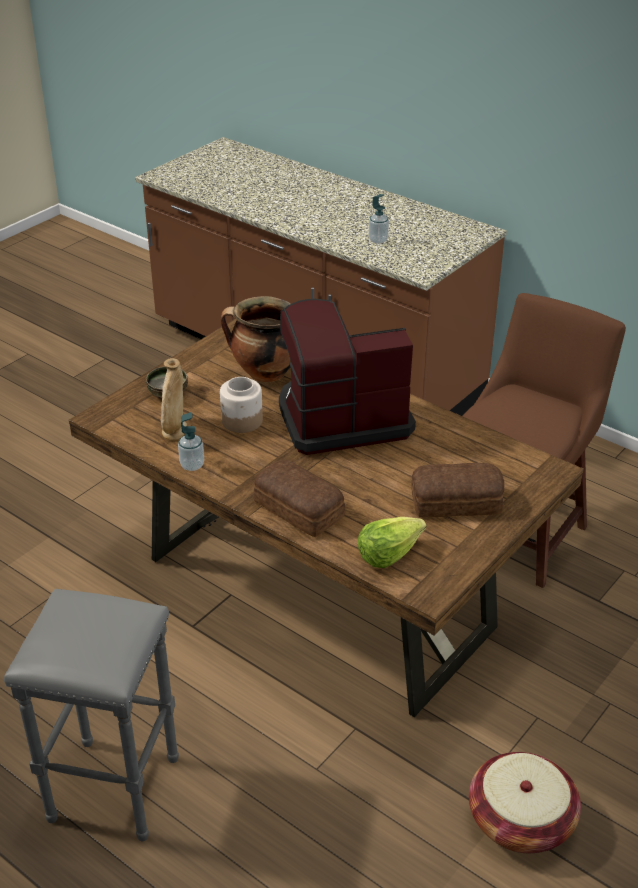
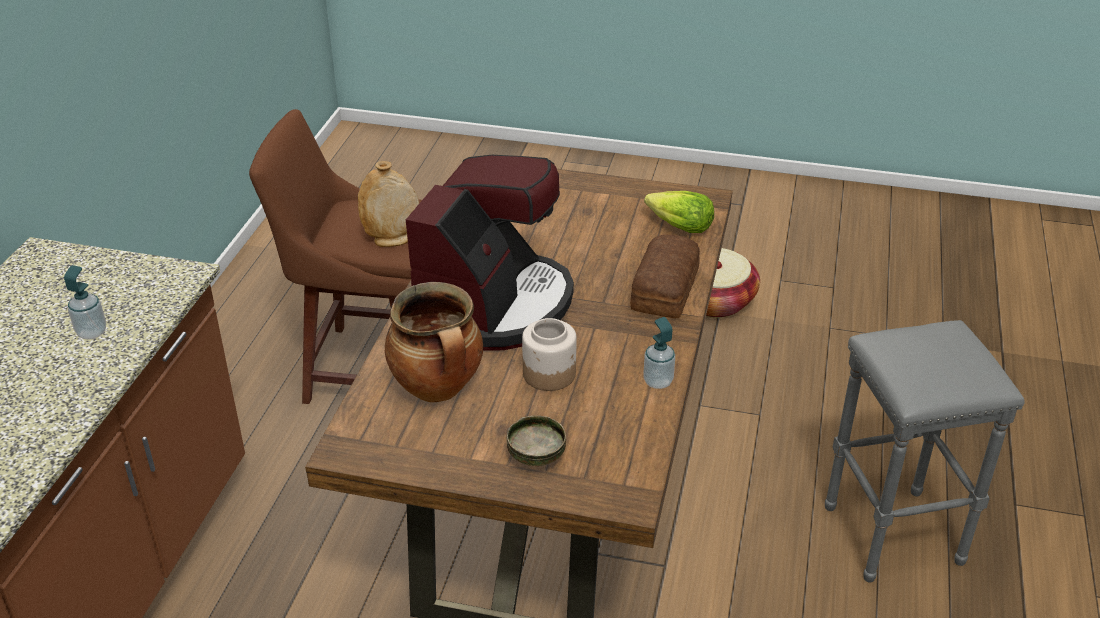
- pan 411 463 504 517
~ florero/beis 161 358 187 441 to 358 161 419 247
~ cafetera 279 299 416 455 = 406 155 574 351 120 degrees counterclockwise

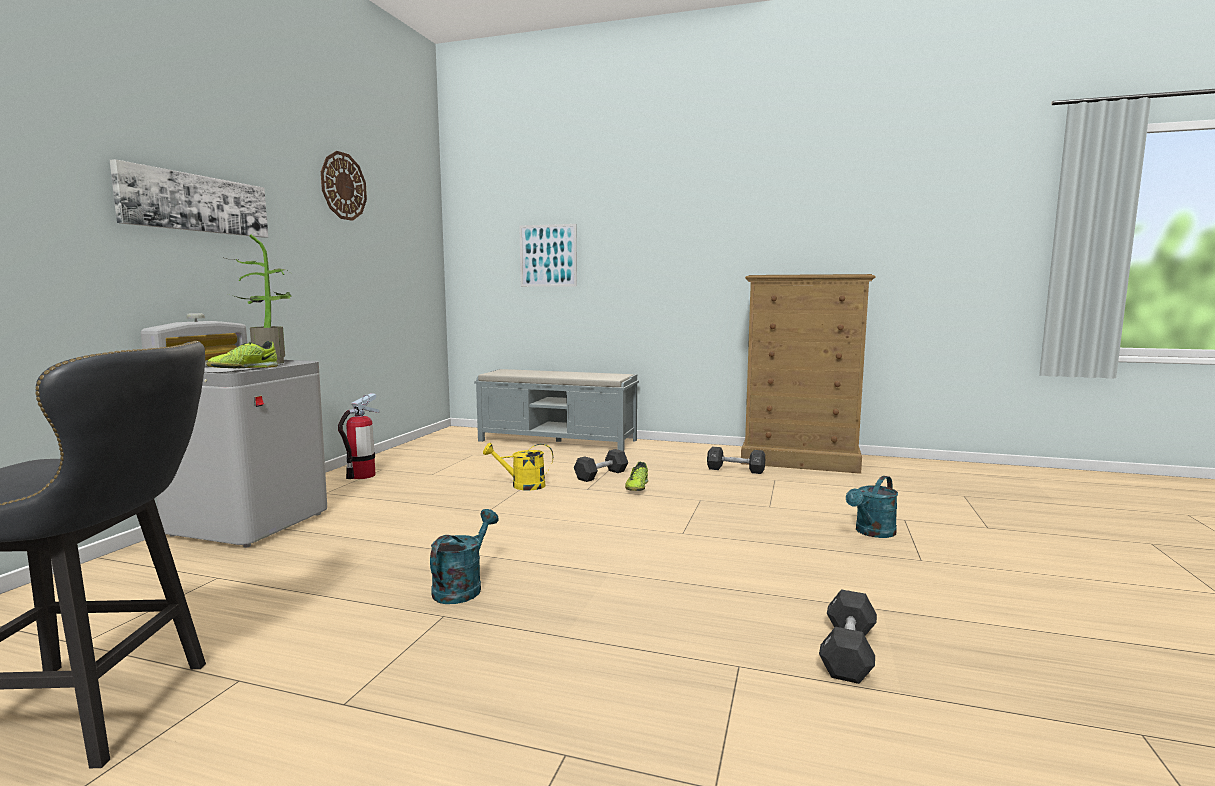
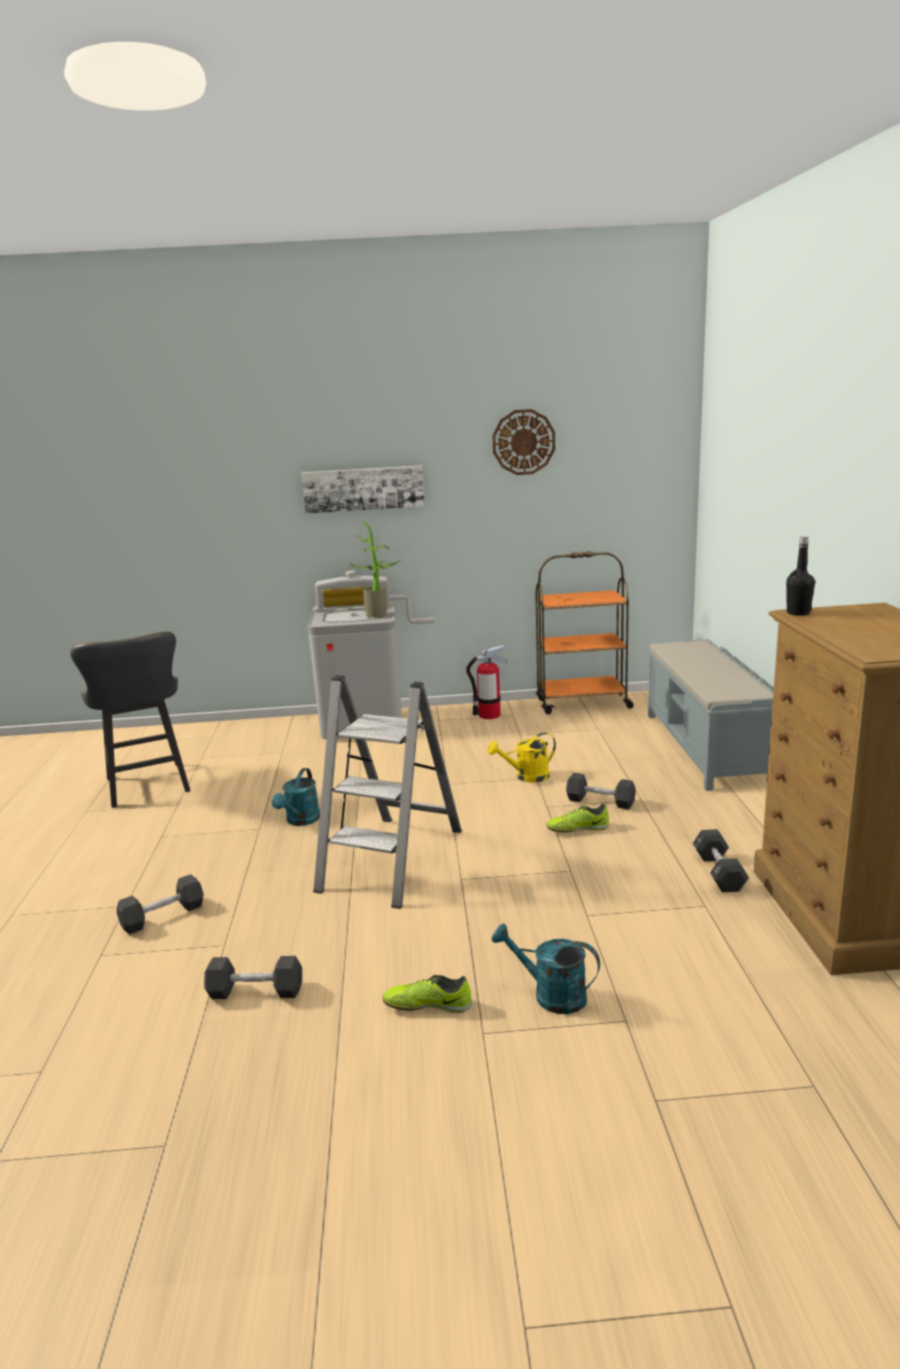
- cuadro 519 224 577 287
+ mancuerna/negro 117 874 204 934
+ escalera de tijera/gris 313 675 462 909
+ carrito/naranja 536 551 633 714
+ botella/negro 786 536 815 616
~ zapato 206 341 278 368 to 383 975 472 1013
~ regadera/turquesa 430 509 499 604 = 271 768 320 826 105 degrees clockwise
~ regadera/amarillo 483 443 553 491 = 488 732 556 783 90 degrees counterclockwise

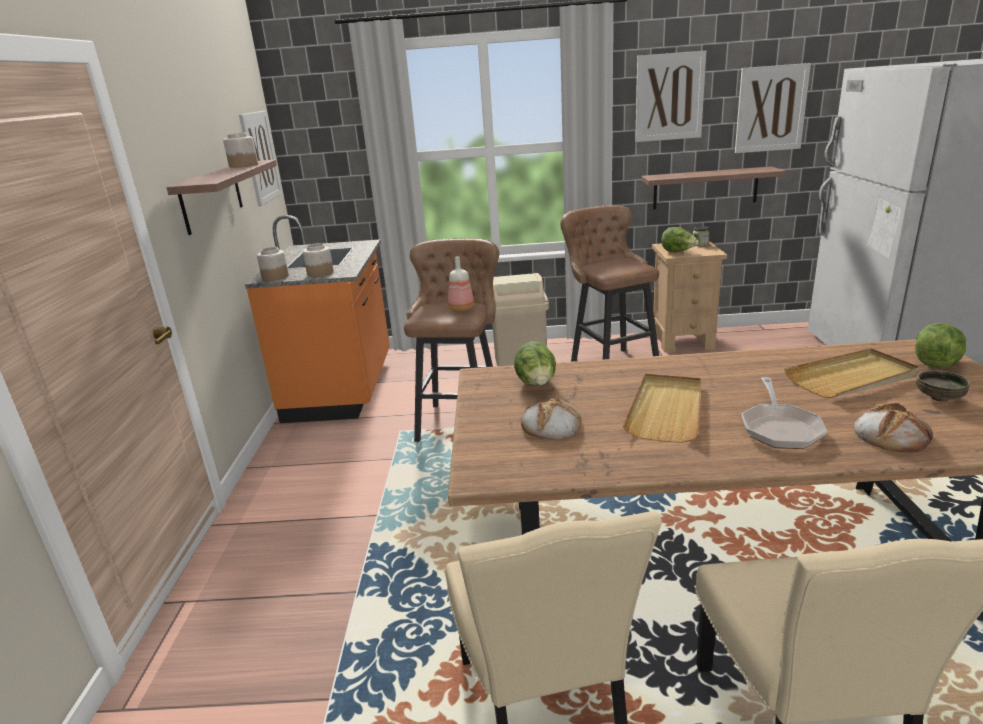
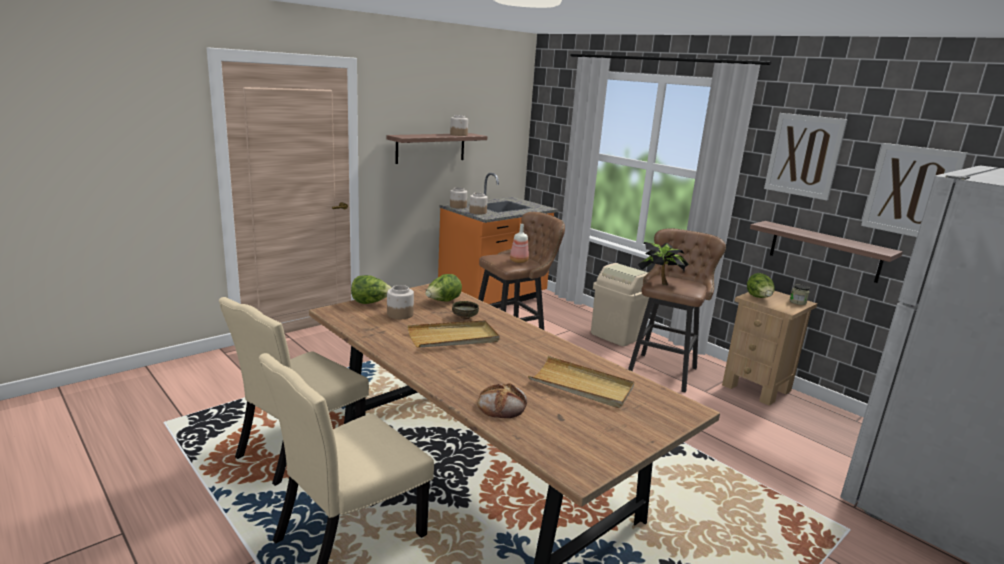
- cuadro 239 111 282 206
- sartén 741 377 827 449
+ planta en maceta 637 242 689 285
~ lechuga 915 323 966 368 to 351 275 392 304
~ cuenco 916 370 970 402 to 452 301 479 320
~ pan 521 398 582 440 to tarro 387 285 414 319

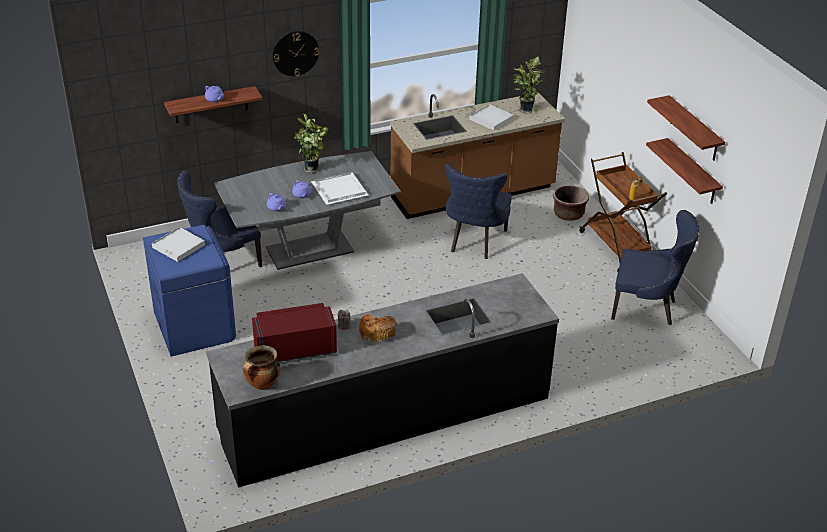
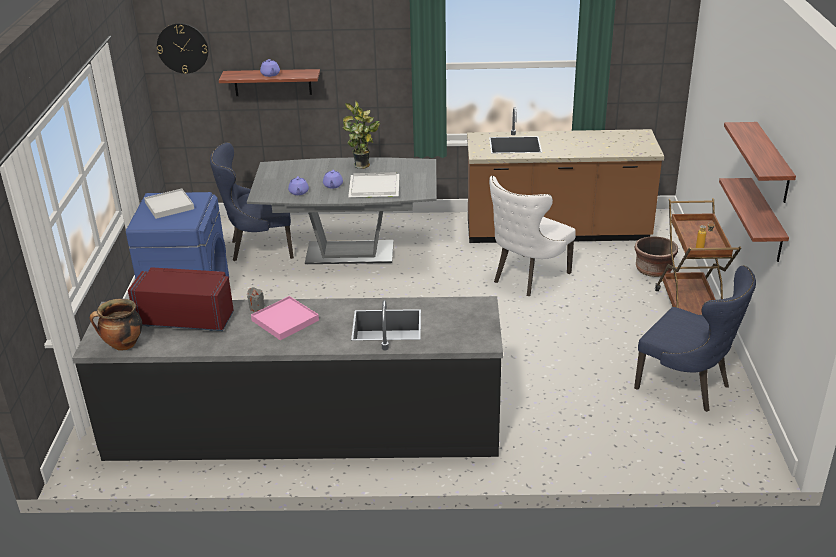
- bandeja/blanco 469 104 514 131
- planta en maceta 513 57 545 113
~ reloj de pared 273 31 319 76 to 157 23 209 74
~ pan 359 315 396 342 to bandeja/rosa 251 296 319 340
~ silla/azul 445 163 511 259 to silla/blanco 489 176 576 296

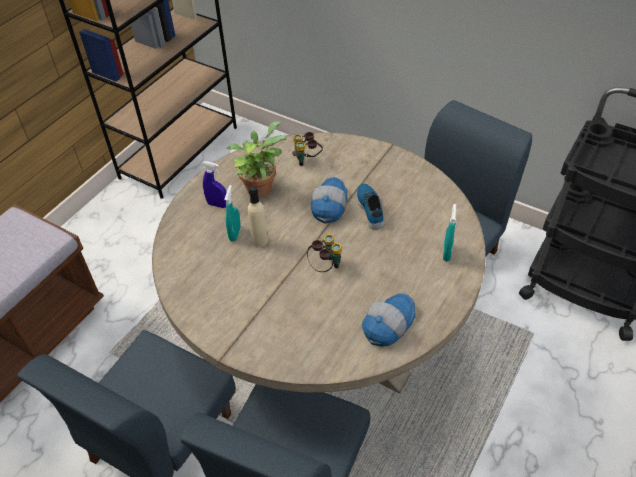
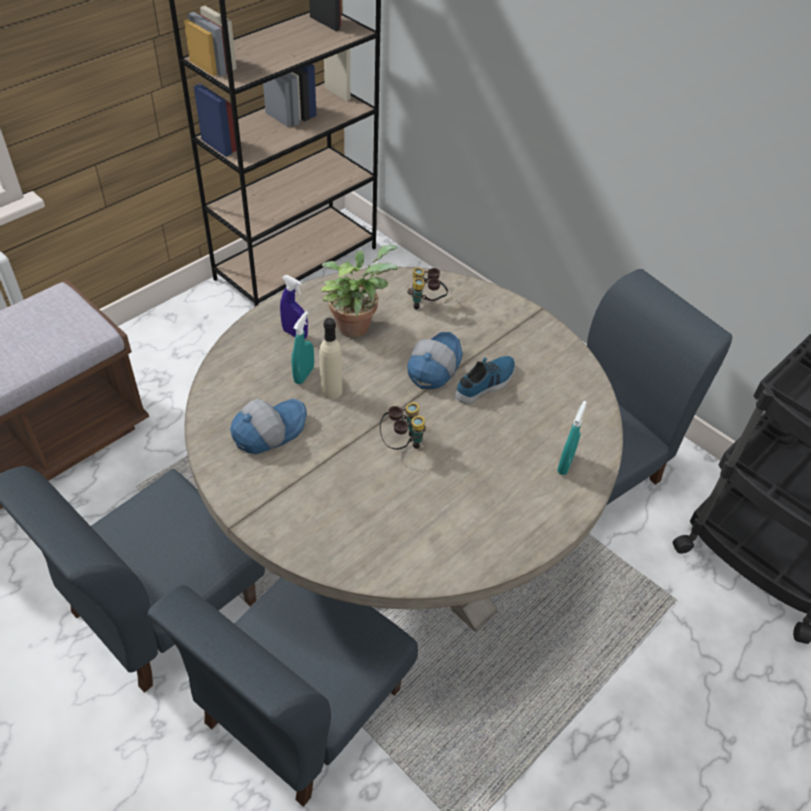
~ gorra 362 293 416 347 to 230 399 307 454
~ zapato 356 183 384 229 = 455 356 515 404 45 degrees clockwise

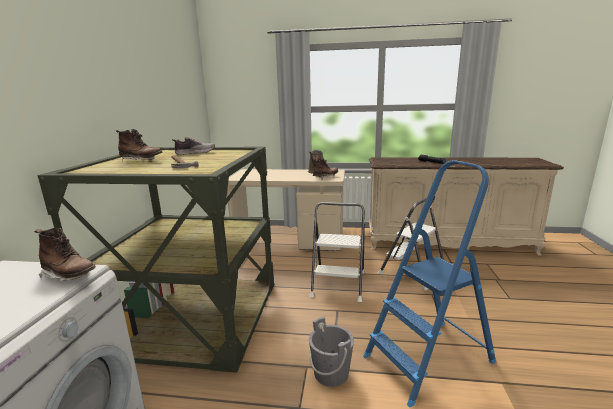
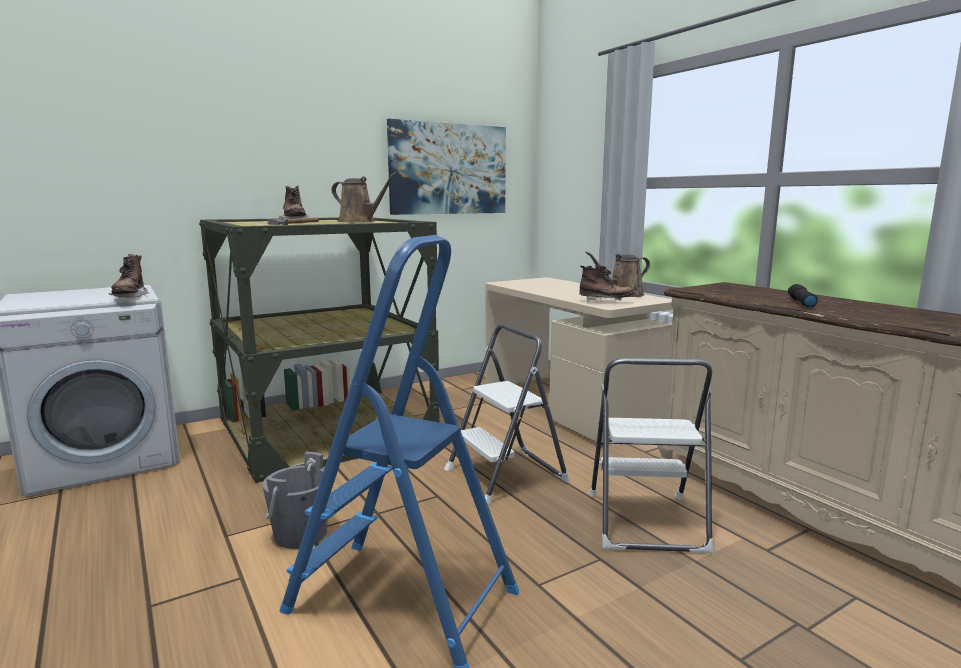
+ cuadro 387 119 506 215
~ zapato 172 137 215 155 to regadera/marrón 332 172 397 223

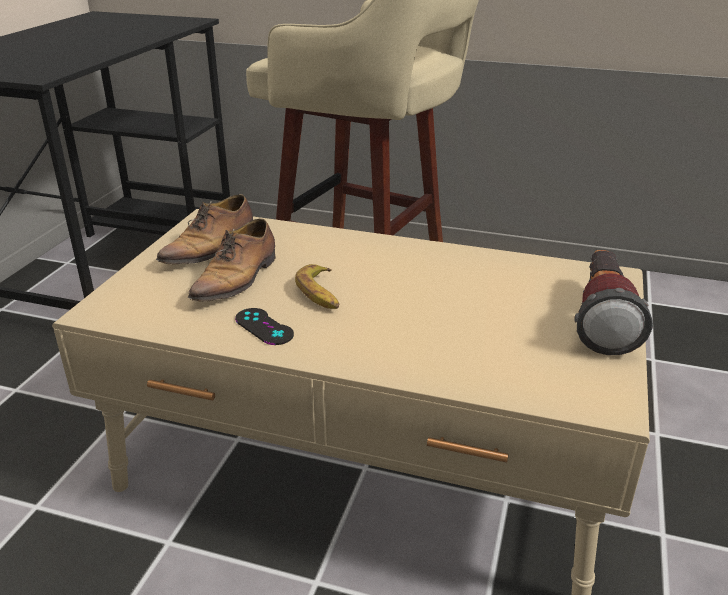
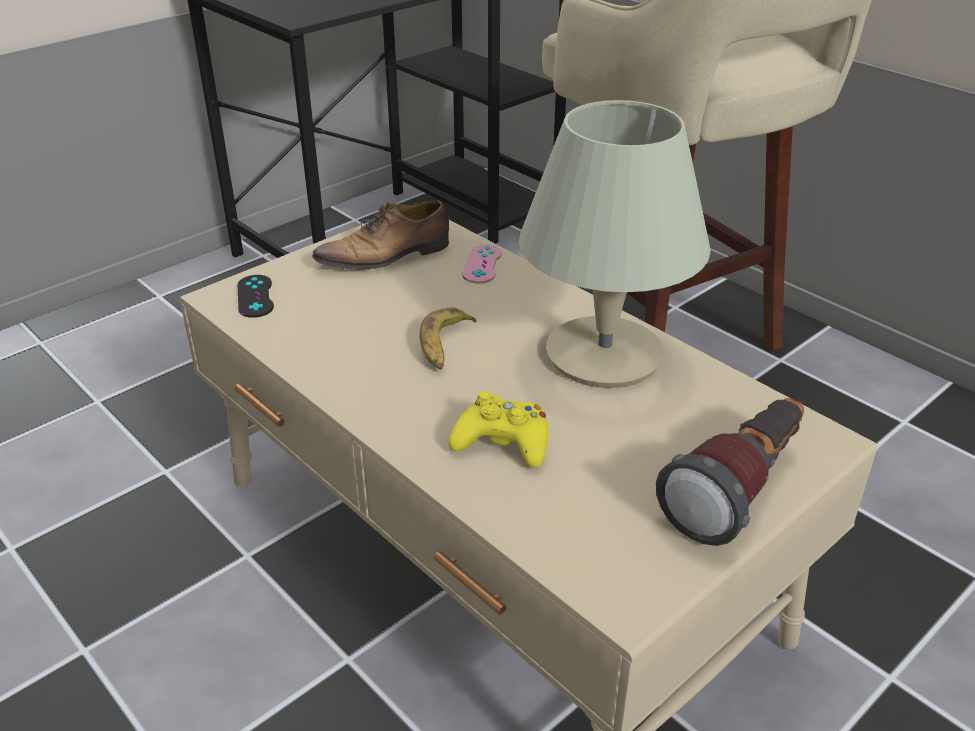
- zapato 188 218 276 302
+ mando de consola/amarillo 449 391 548 468
+ mando de consola/rosa 462 245 502 284
+ lámpara de mesa/beis 519 100 711 388
~ mando de consola/negro 235 308 294 345 to 237 275 274 318

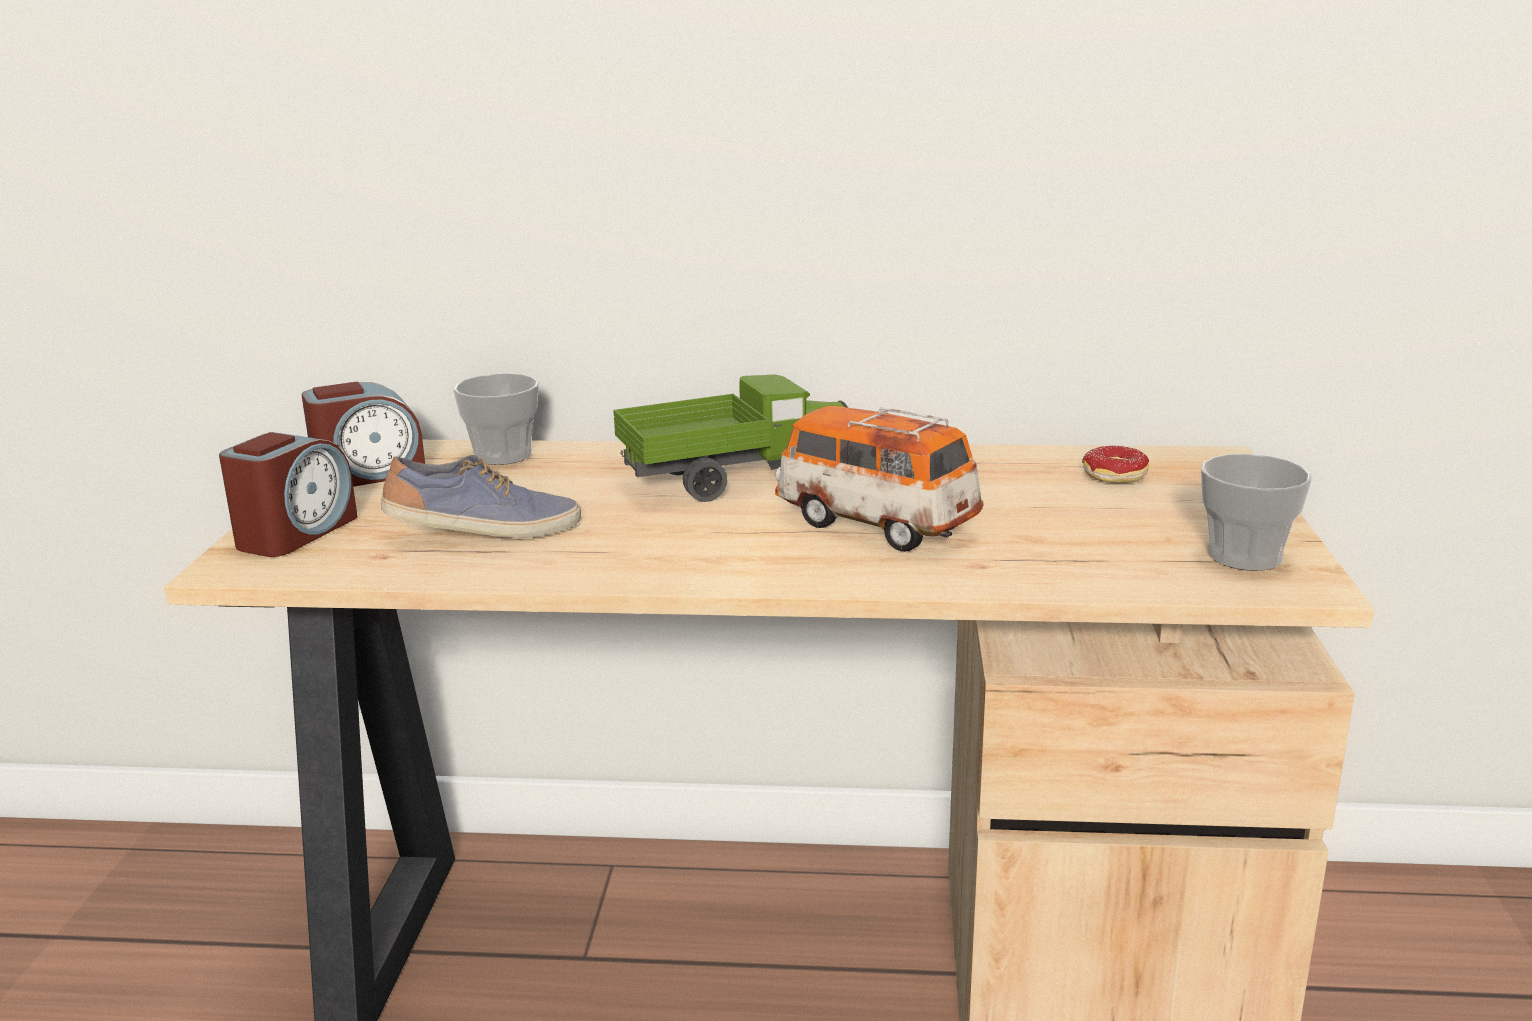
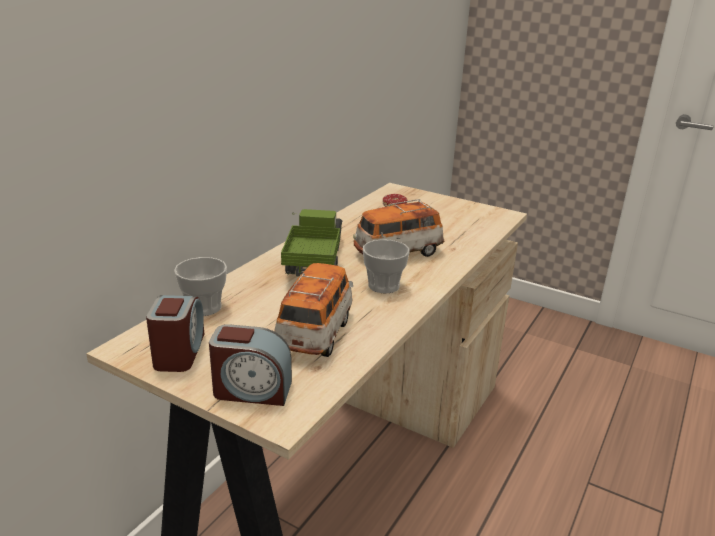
~ taza 1201 454 1312 571 to 363 239 410 293
~ zapato 381 455 581 538 to coche de juguete 274 263 353 357
~ despertador 219 432 358 557 = 209 324 292 406 135 degrees clockwise

